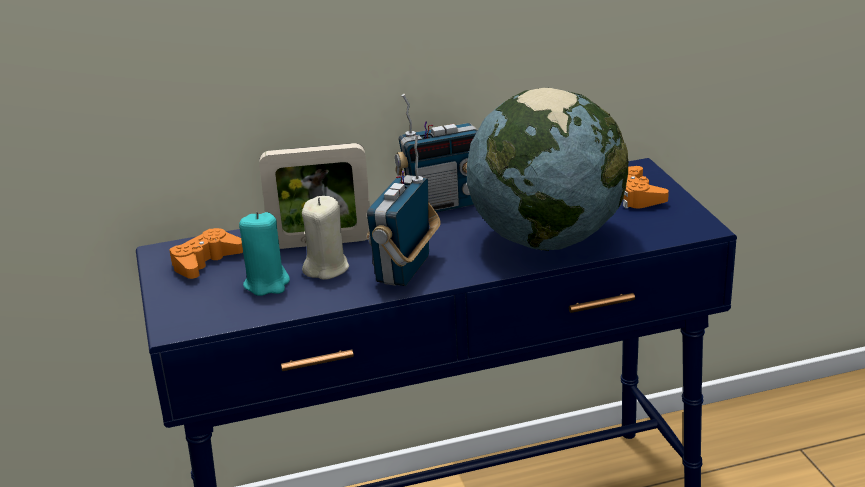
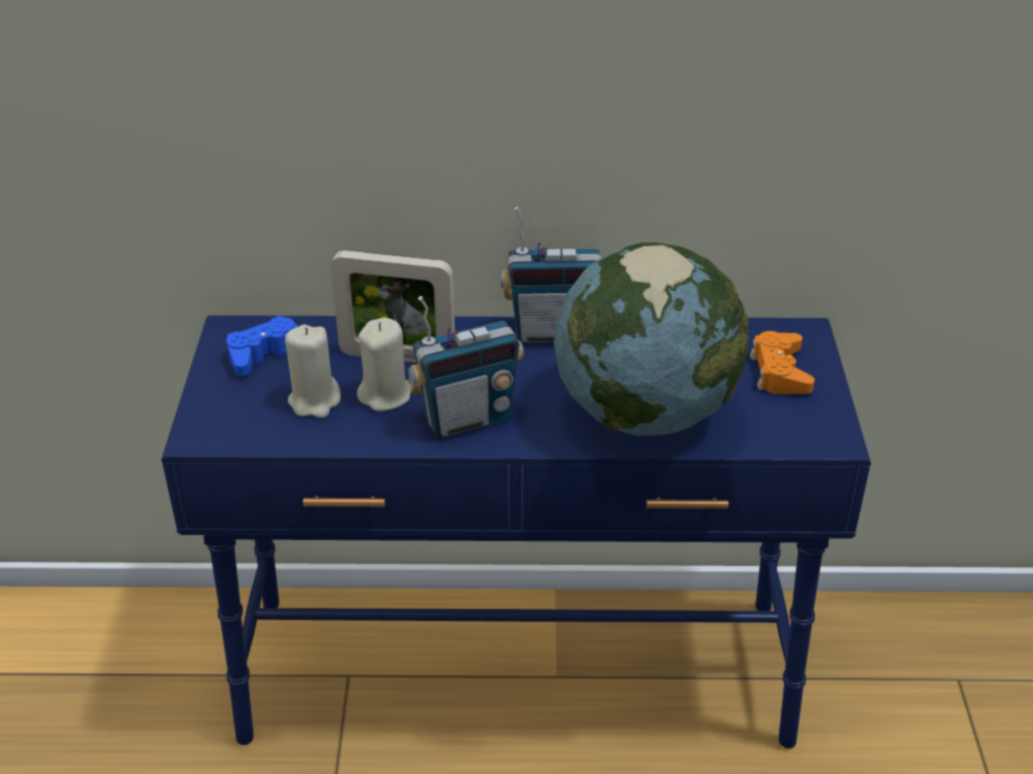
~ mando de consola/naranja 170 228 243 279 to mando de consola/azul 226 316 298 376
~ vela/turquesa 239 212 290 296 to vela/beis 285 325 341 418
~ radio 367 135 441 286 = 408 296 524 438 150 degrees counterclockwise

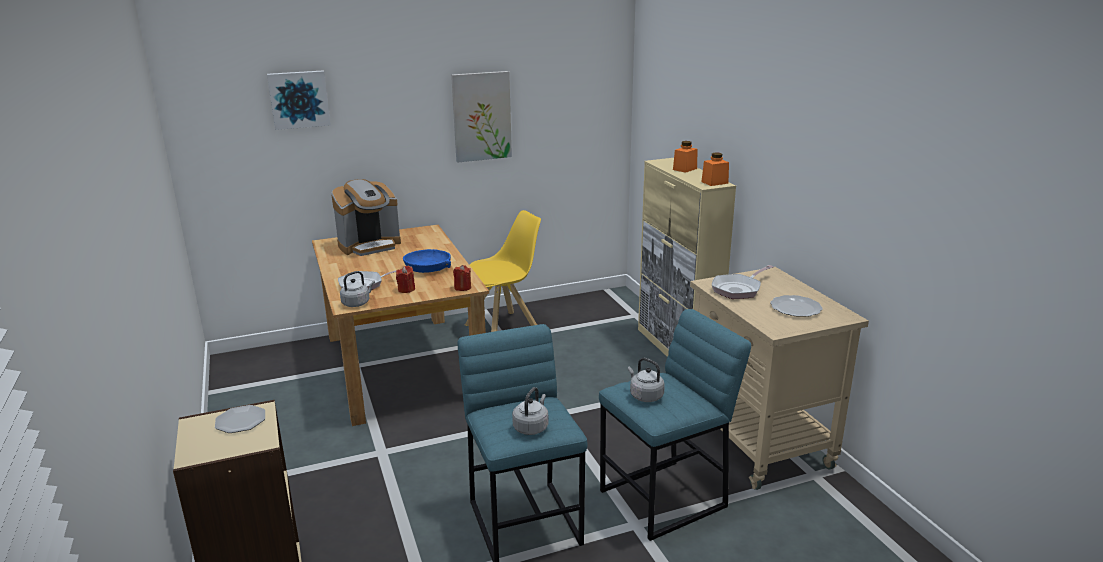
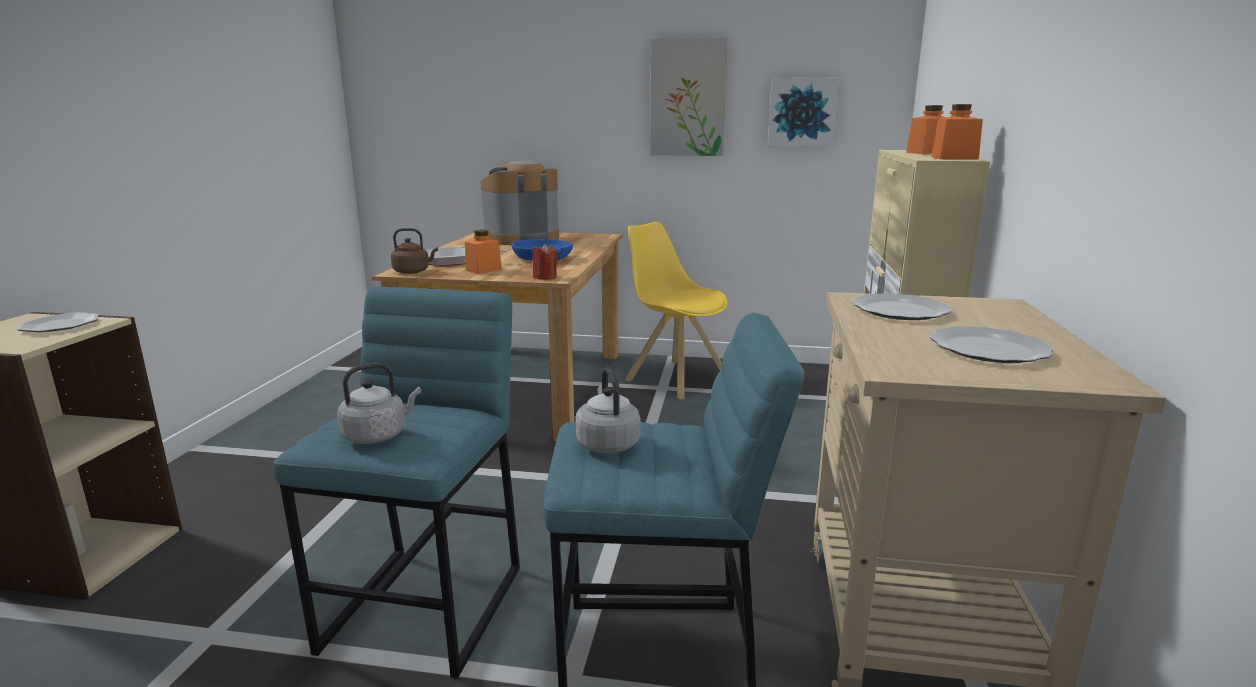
~ cuadro 267 71 331 130 to 768 78 840 147
~ vela/rojo 396 266 415 293 to tarro/naranja 465 230 502 274
~ sartén 712 265 773 299 to plato 853 293 951 320
~ hervidor/gris 340 271 375 307 to hervidor/marrón 391 228 438 274
~ cafetera 331 179 401 256 = 480 161 559 245 150 degrees clockwise
~ silla/amarillo 465 210 541 332 = 625 222 728 399 135 degrees counterclockwise

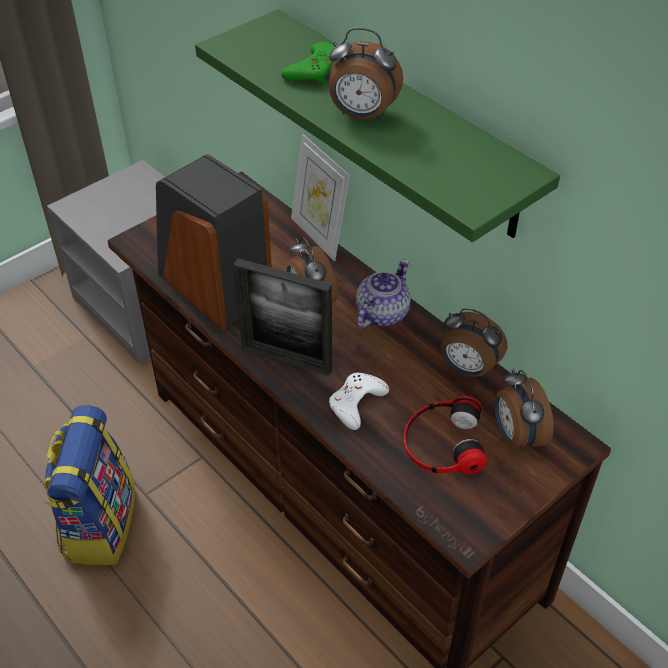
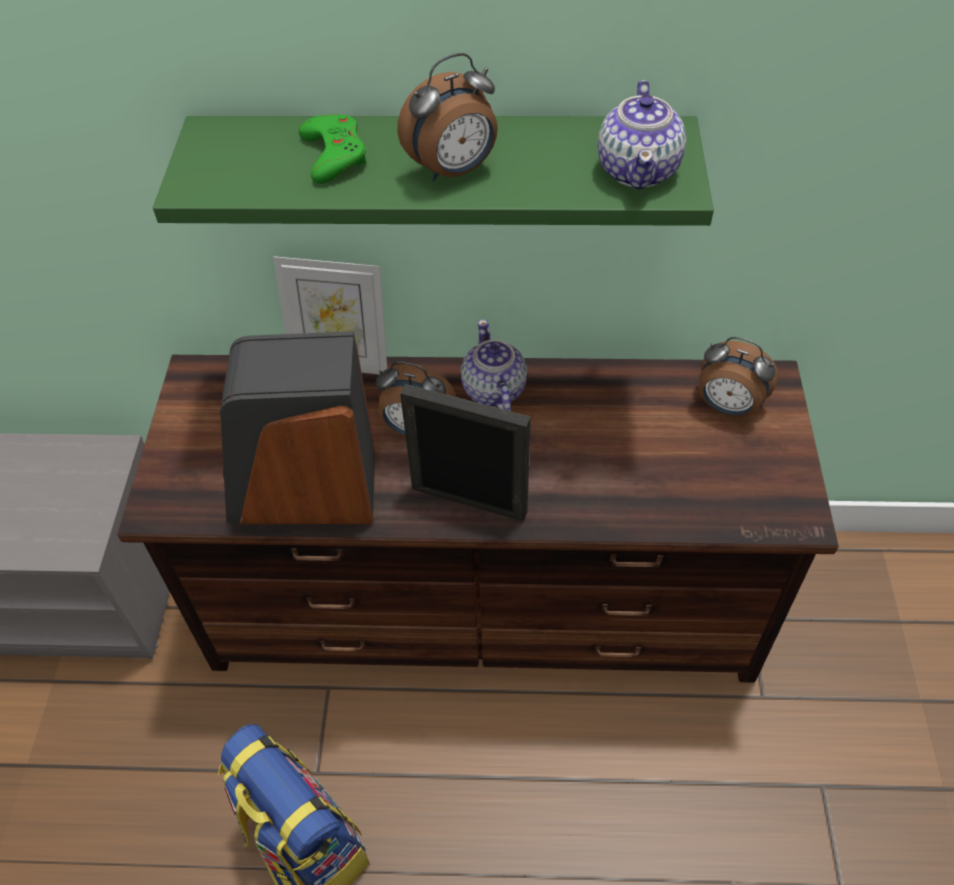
- mando de consola/blanco 329 373 389 430
- auriculares 404 396 487 474
- despertador 441 308 507 377
+ tetera 598 80 686 189
~ portarretratos 233 258 332 376 = 400 384 531 521 135 degrees counterclockwise

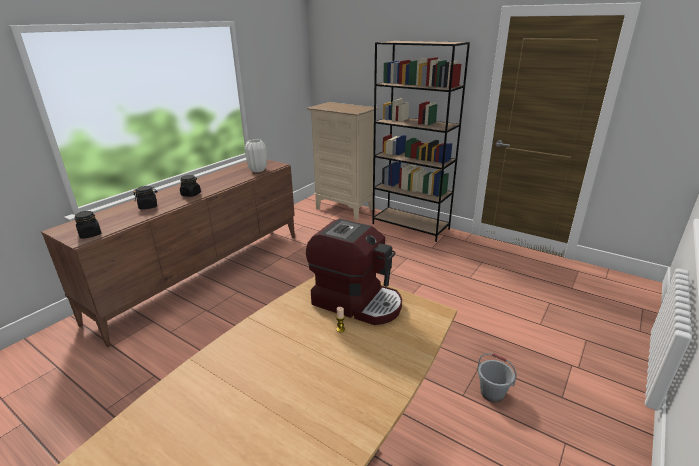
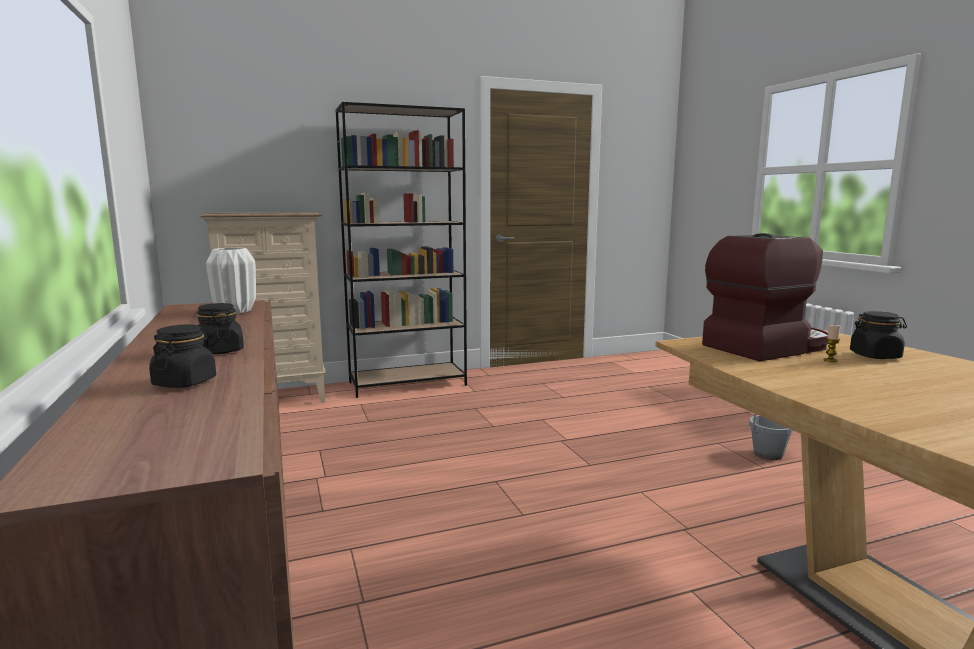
~ tarro/negro 75 211 101 239 to 850 311 907 359

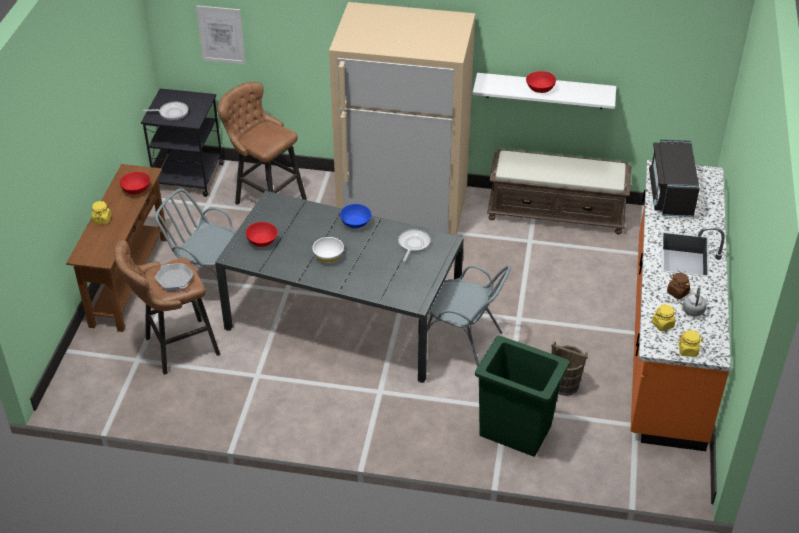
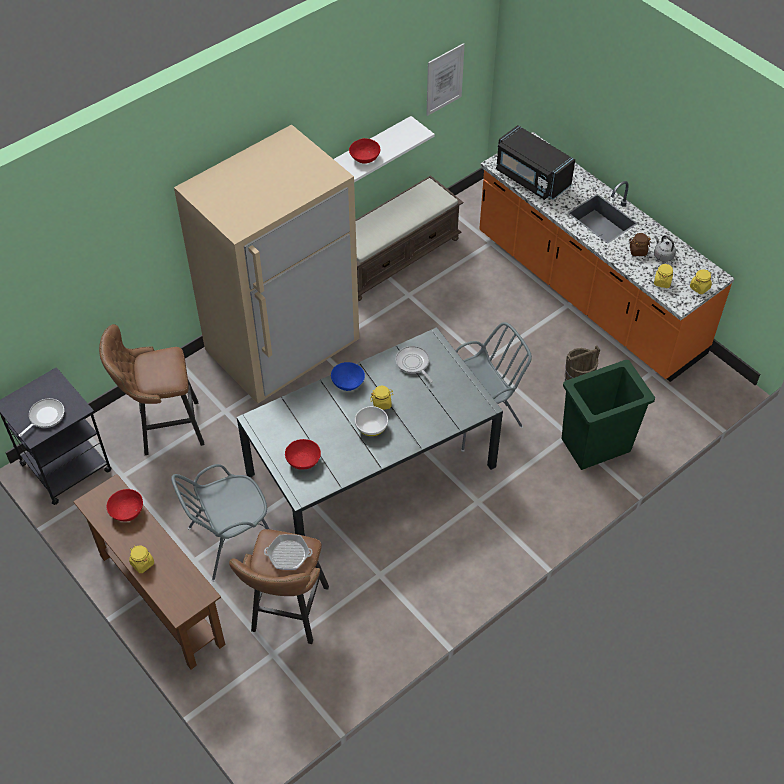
+ tarro/amarillo 370 386 394 410
~ cuadro 196 5 246 64 to 426 43 465 116

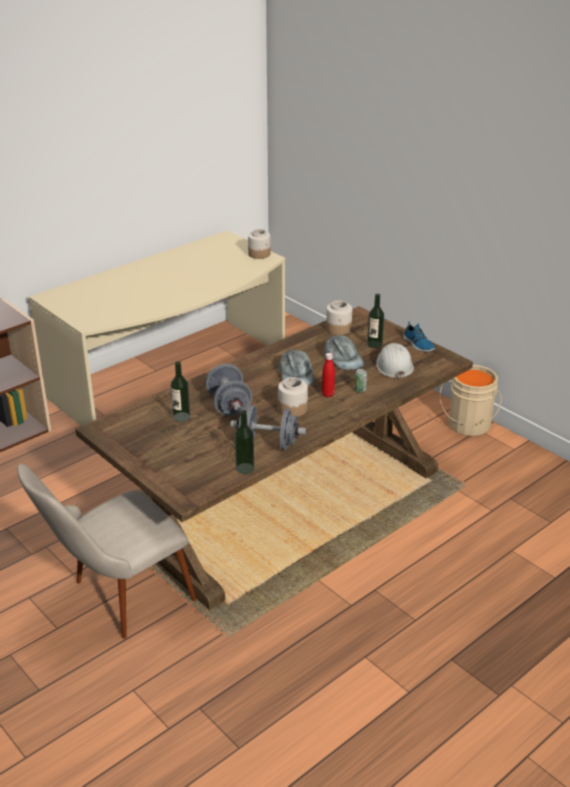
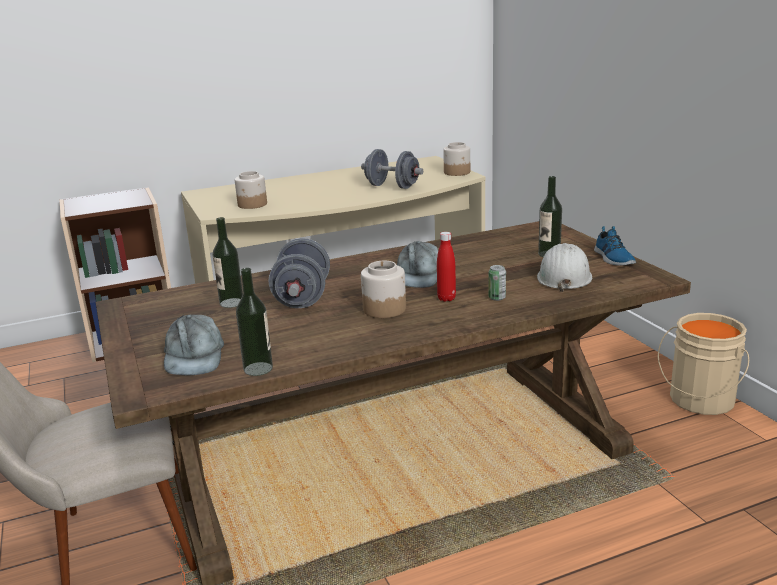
~ mancuerna/gris 230 405 306 450 to 361 149 423 189
~ gorra/gris 323 335 364 370 to 164 314 224 375
~ tarro 326 300 352 335 to 235 171 267 209

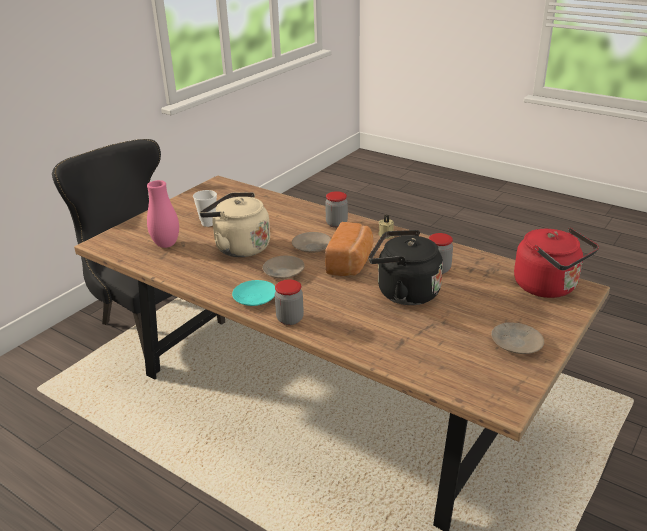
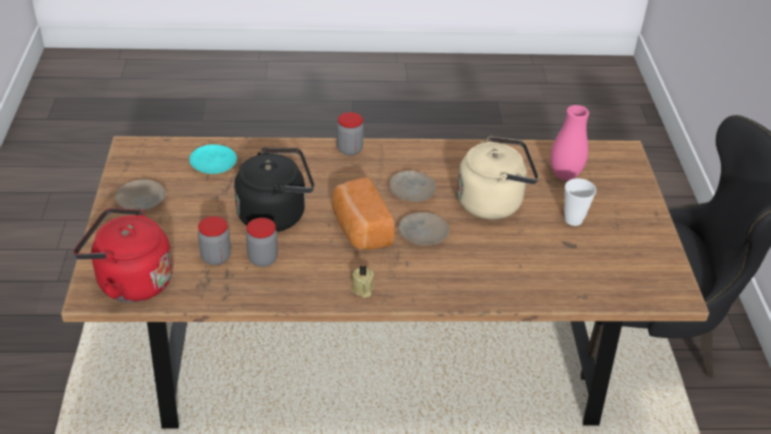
~ plato/turquesa 232 280 276 306 to 189 144 237 174
~ tarro 325 191 348 228 to 198 216 231 265

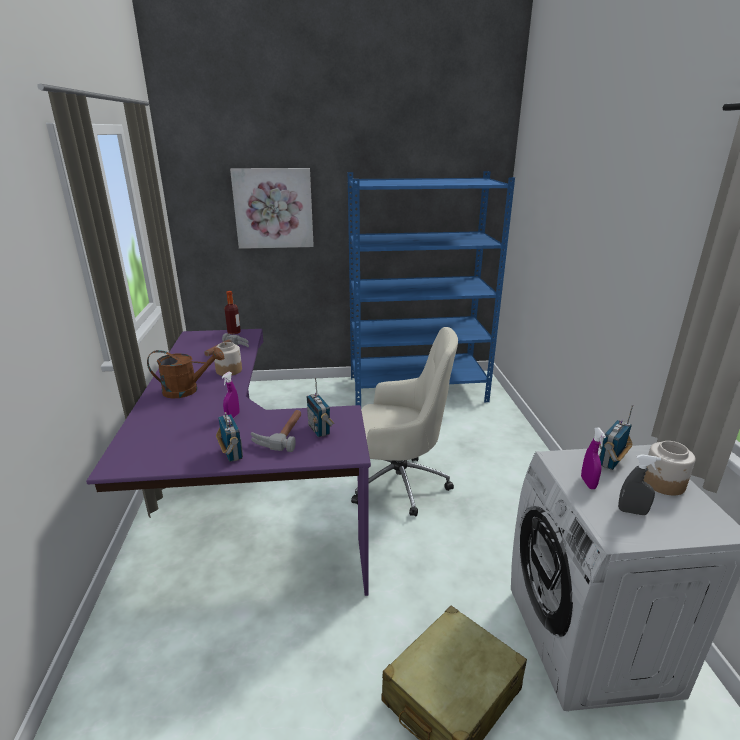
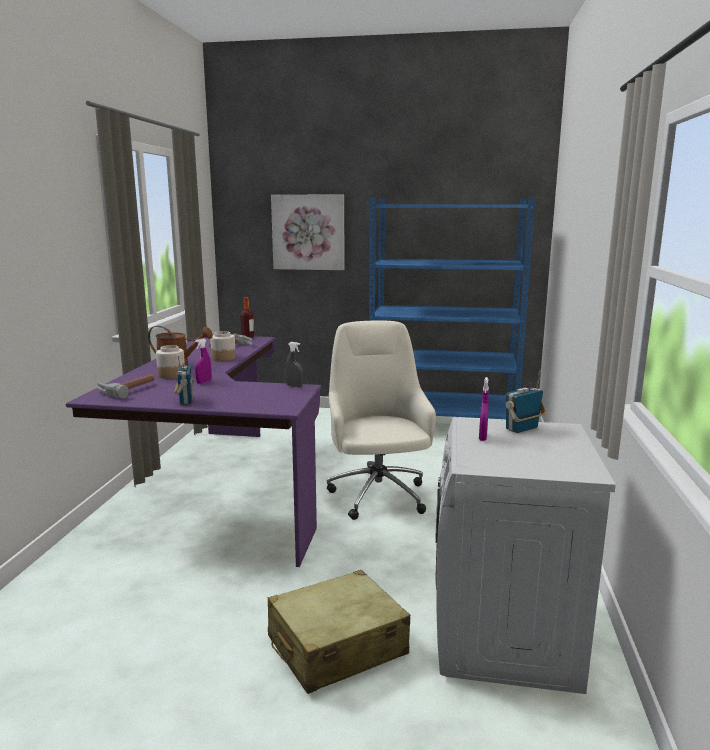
- radio 307 378 334 437
~ martillo 250 410 301 452 to 97 374 155 399
~ pulverizador/gris 618 454 661 515 to 286 342 303 388
~ tarro 643 441 696 495 to 156 345 185 379
~ silla de oficina/beis 351 327 458 516 = 327 320 436 520 120 degrees counterclockwise

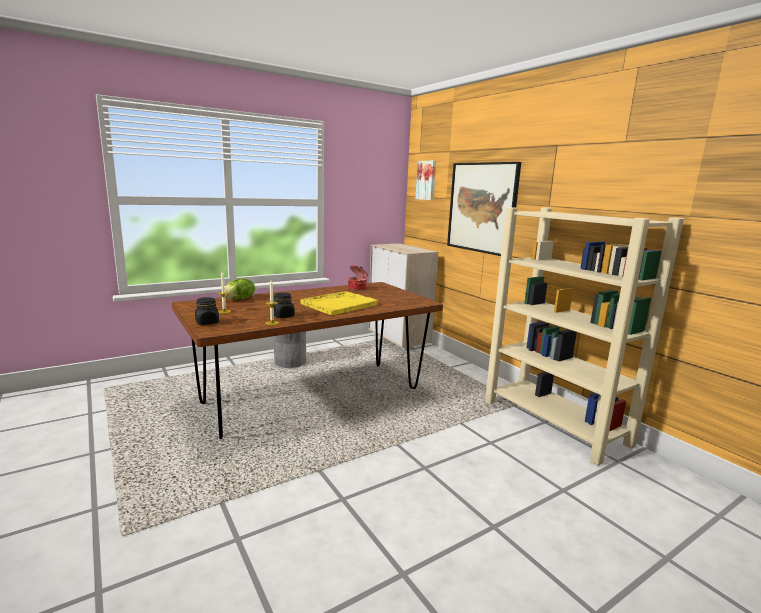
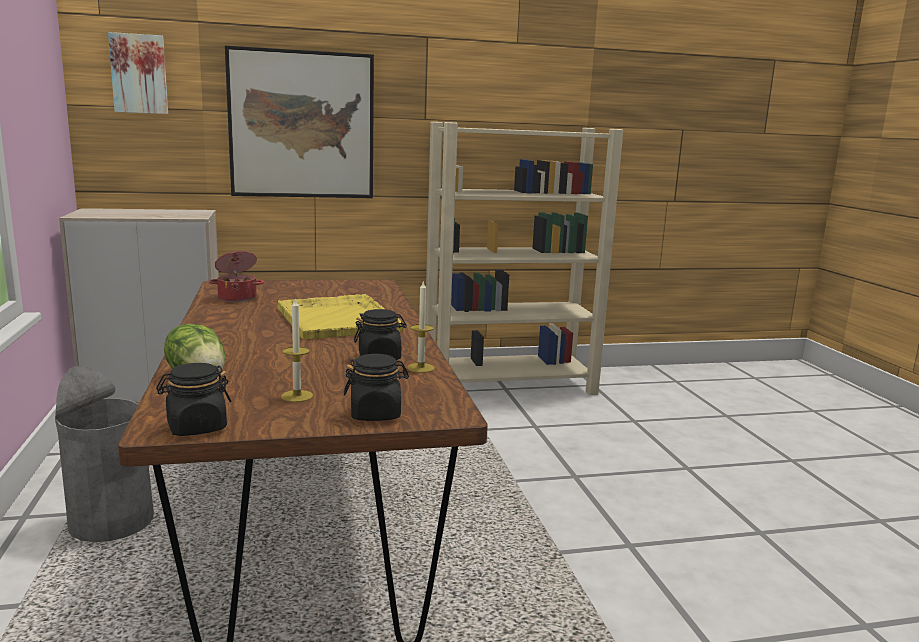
+ tarro/negro 156 363 232 436

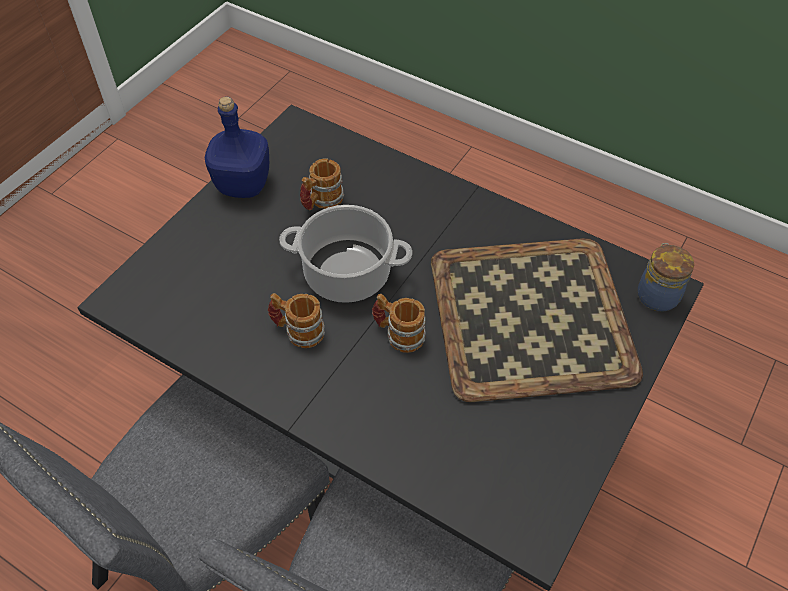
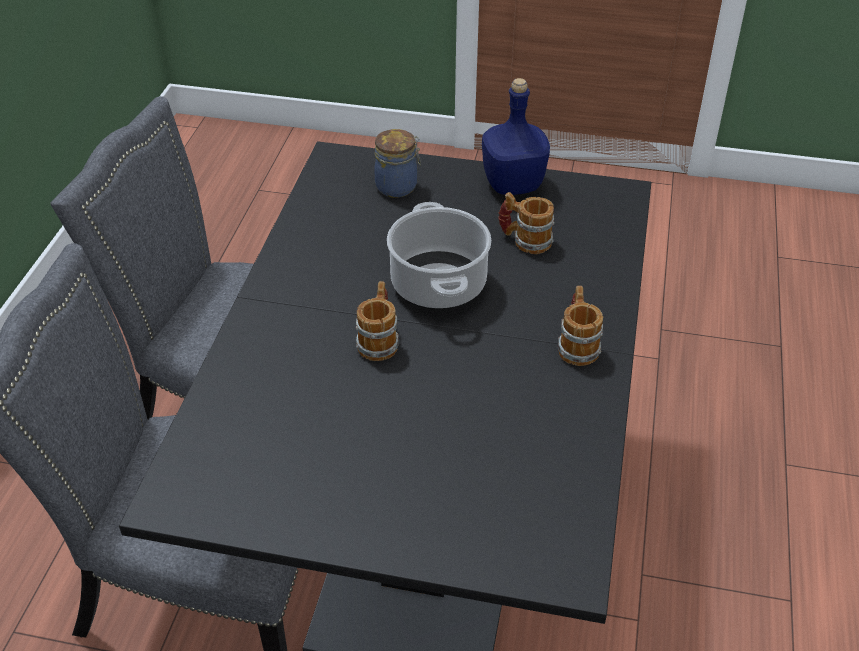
- bandeja 431 238 643 402
~ taza grande 268 293 325 348 to 558 286 603 366
~ tarro 638 243 694 312 to 374 129 421 198

